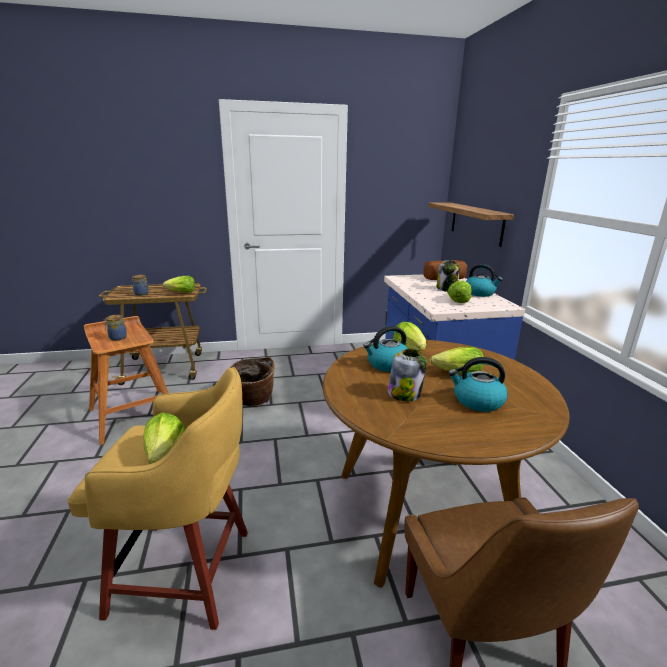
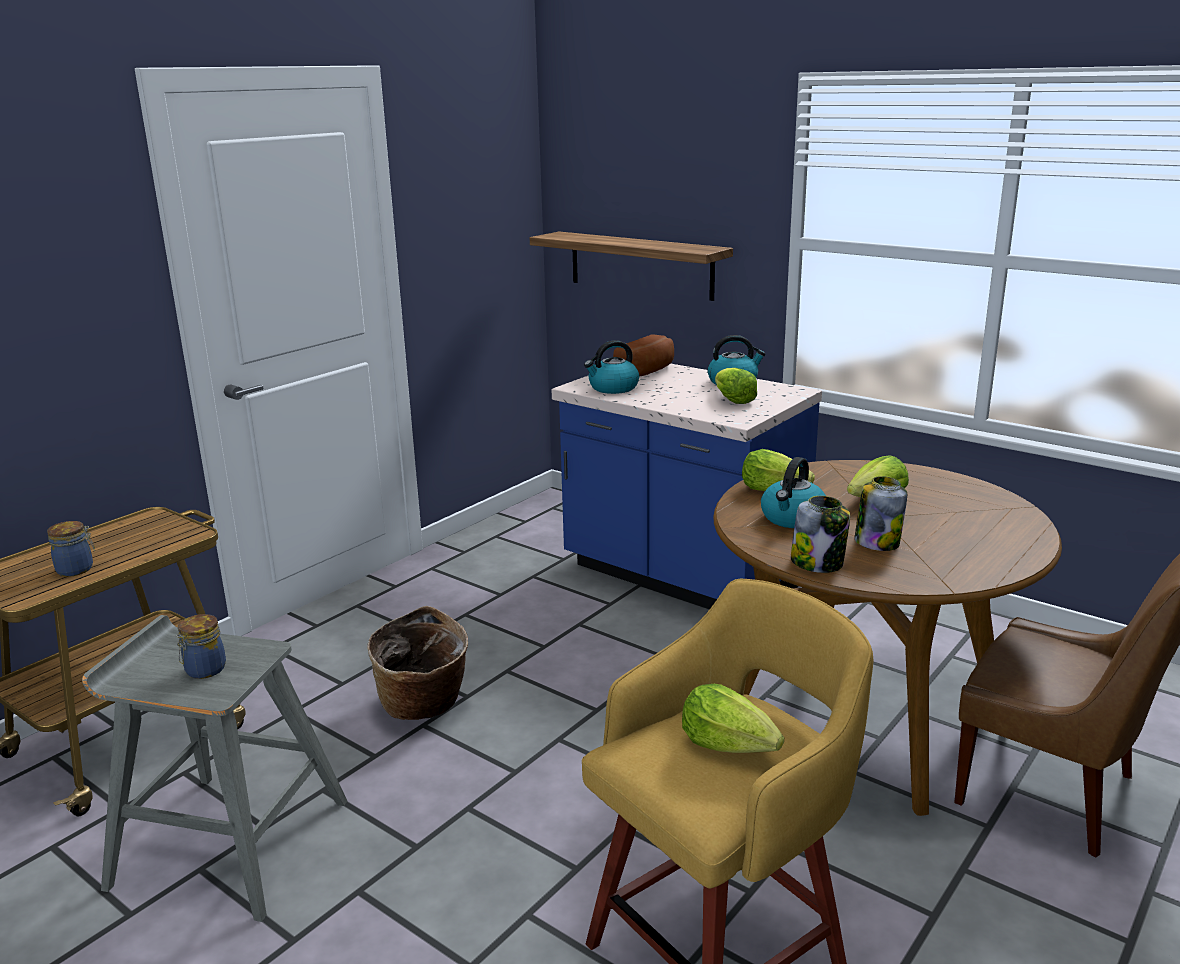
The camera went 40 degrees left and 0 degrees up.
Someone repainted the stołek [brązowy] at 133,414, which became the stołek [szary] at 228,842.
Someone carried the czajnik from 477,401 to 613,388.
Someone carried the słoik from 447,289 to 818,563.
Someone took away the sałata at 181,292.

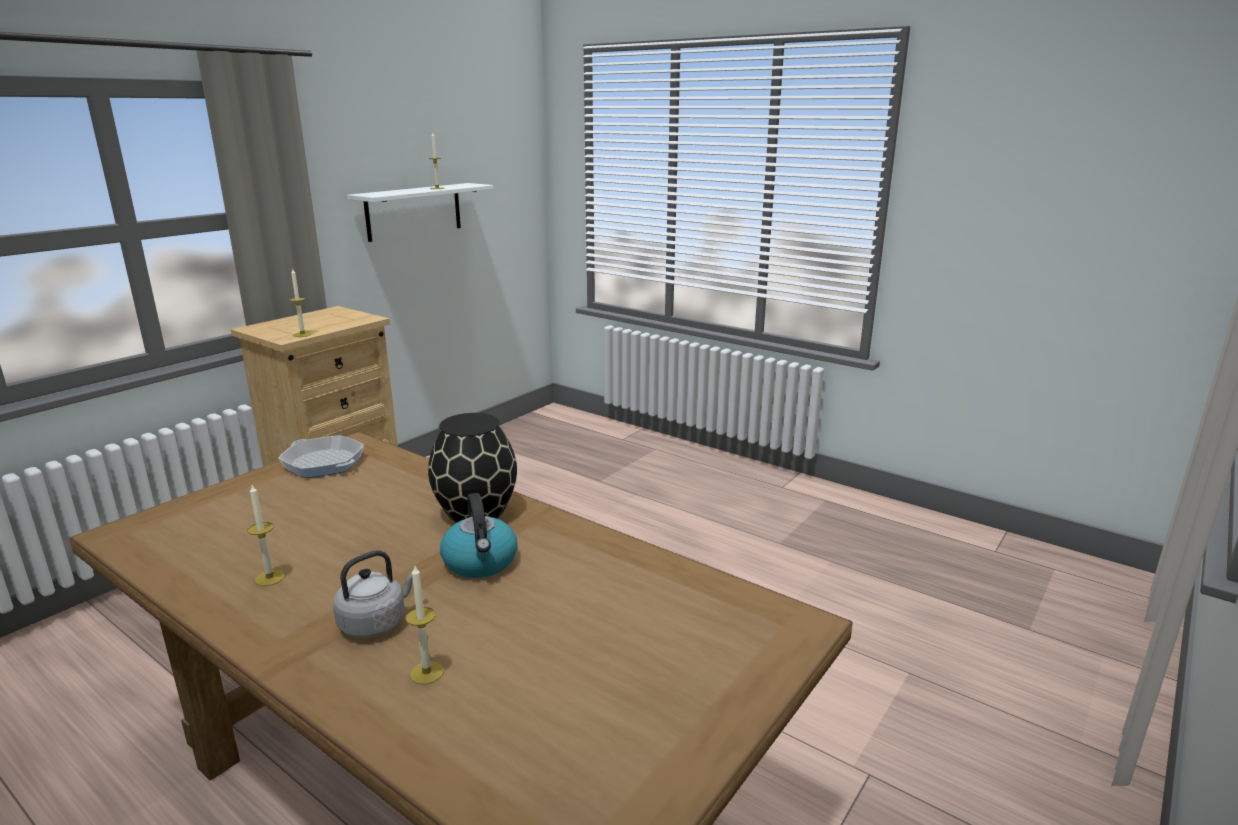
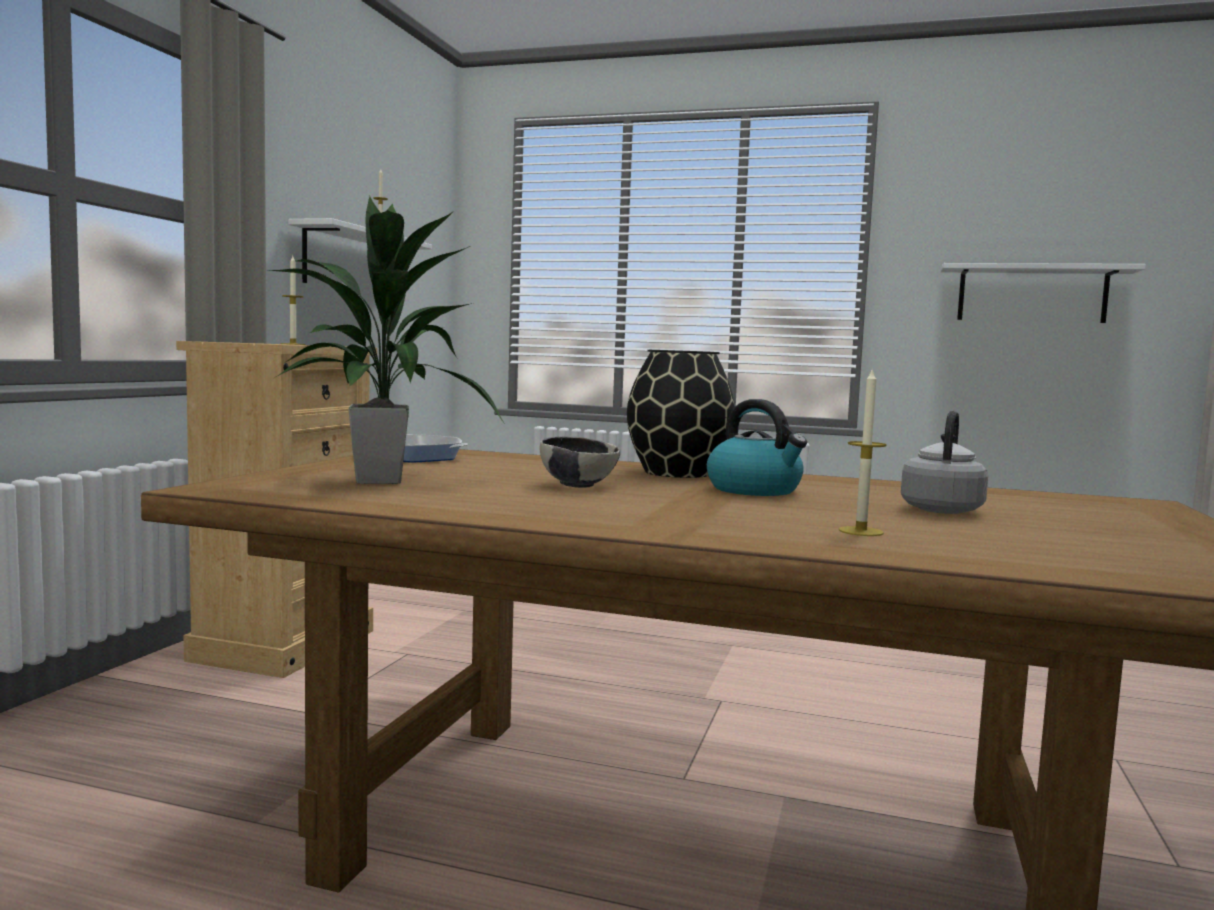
The camera went 20 degrees left and 15 degrees down.
Someone put down the roślina doniczkowa at 377,481.
Someone put down the miska at 578,485.
Someone carried the czajnik [szary] from 376,622 to 942,509.
Someone put up the półka [biały] at 1031,294.
Someone took away the świeca at 270,578.

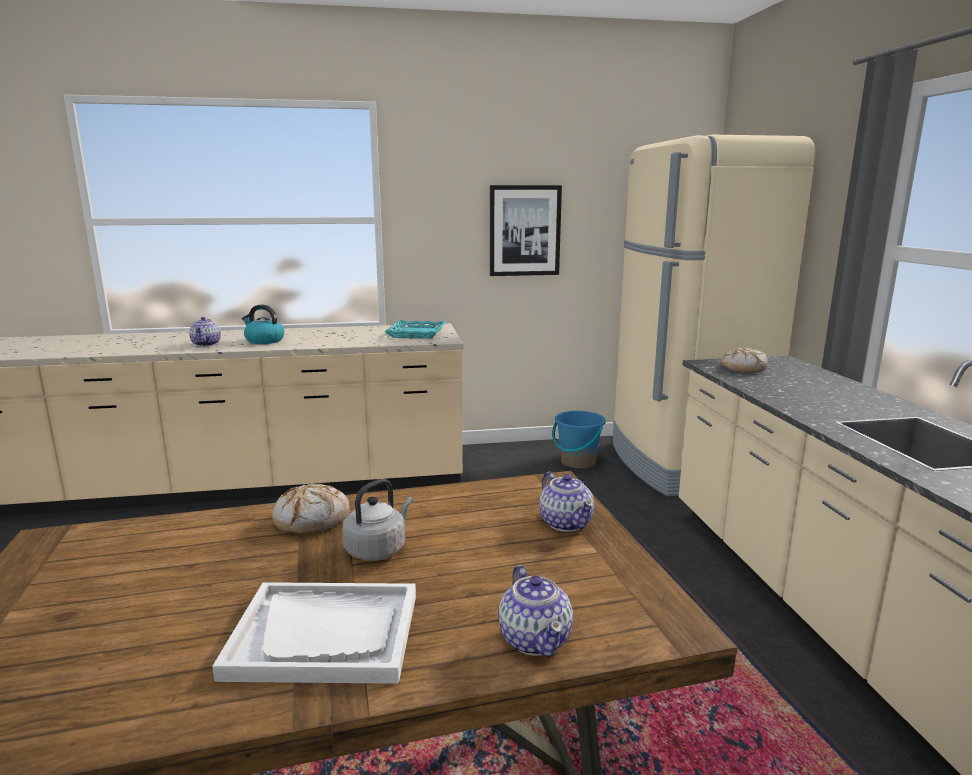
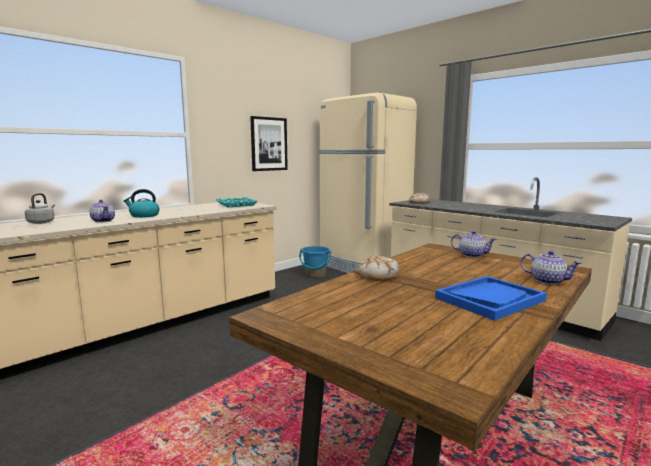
The camera went 35 degrees left and 5 degrees down.
Someone carried the czajnik [szary] from 378,549 to 42,222.
Someone repainted the taca [biały] at 325,635, which became the taca [niebieski] at 489,299.

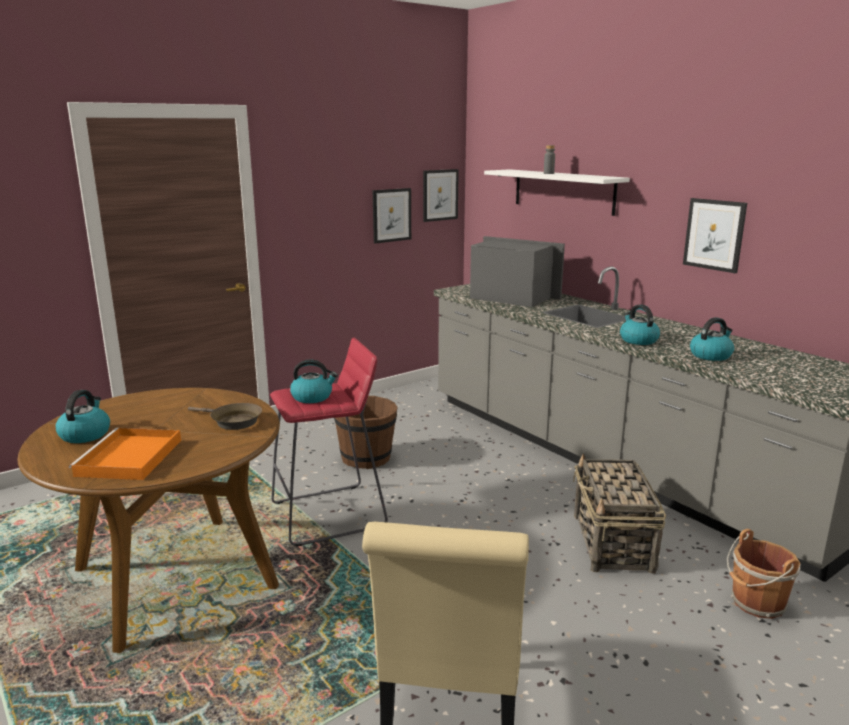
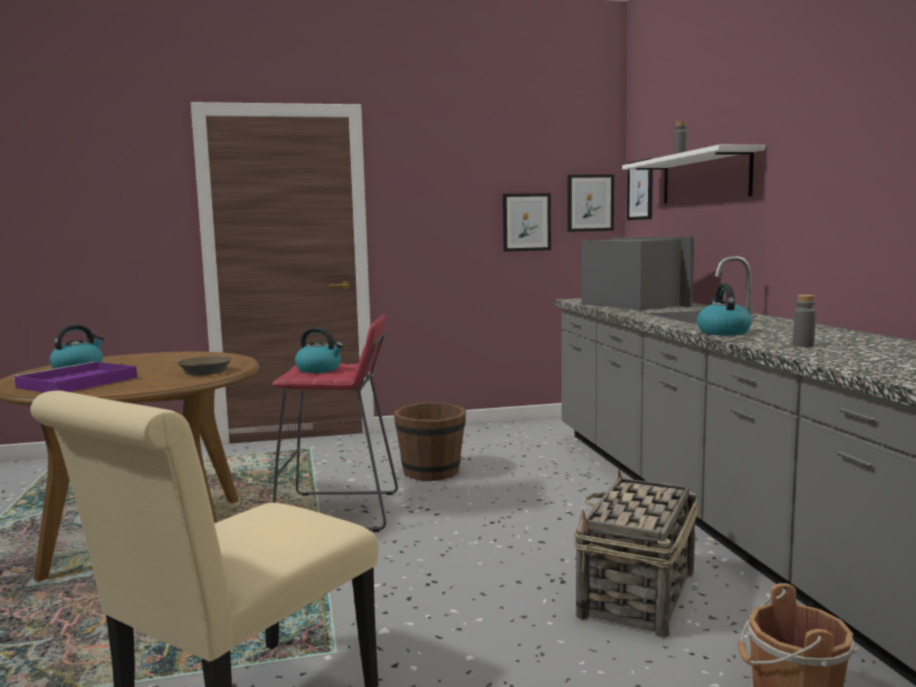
The camera went 25 degrees right and 10 degrees down.
Someone repainted the taca [pomarańczowy] at 129,458, which became the taca [fioletowy] at 76,383.
Someone carried the obraz from 714,234 to 640,190.
Someone swapped the czajnik at 711,355 for the butelka [szary] at 803,345.

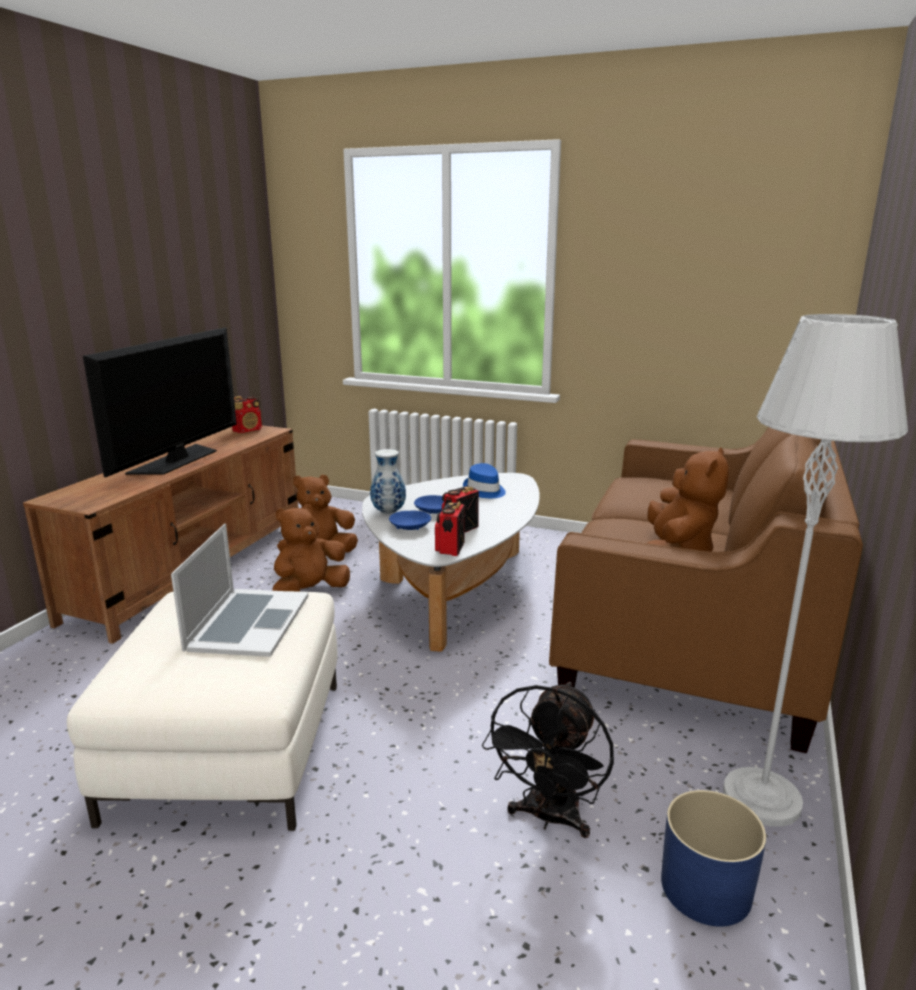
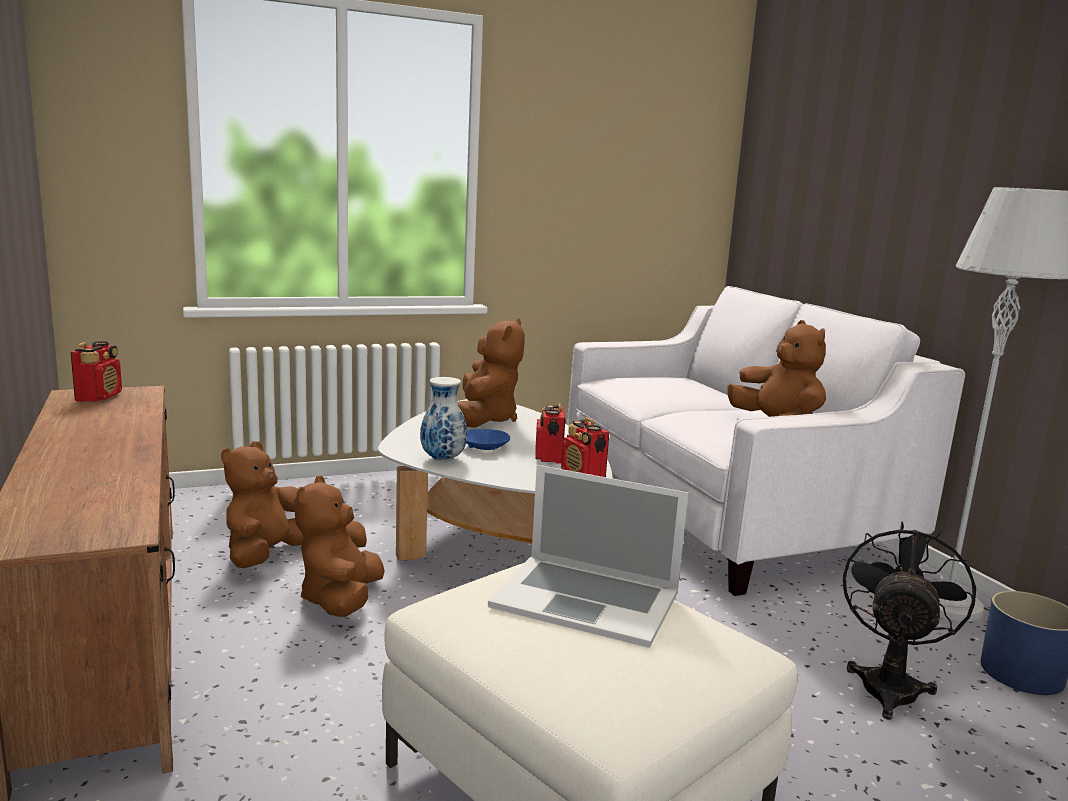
The camera went 45 degrees left and 5 degrees down.
Someone swapped the kapelusz [niebieski] at 484,490 for the pluszak [brązowy] at 485,419.
Someone rotated the laptop at 248,622 by 150 degrees clockwise.
Someone repainted the kanapa [brązowy] at 692,630, which became the kanapa [biały] at 723,512.
Someone rotated the wentylator [czarny] at 549,818 by 135 degrees counterclockwise.
Someone took away the telewizor at 177,460.
Someone took away the miska [niebieski] at 411,527.

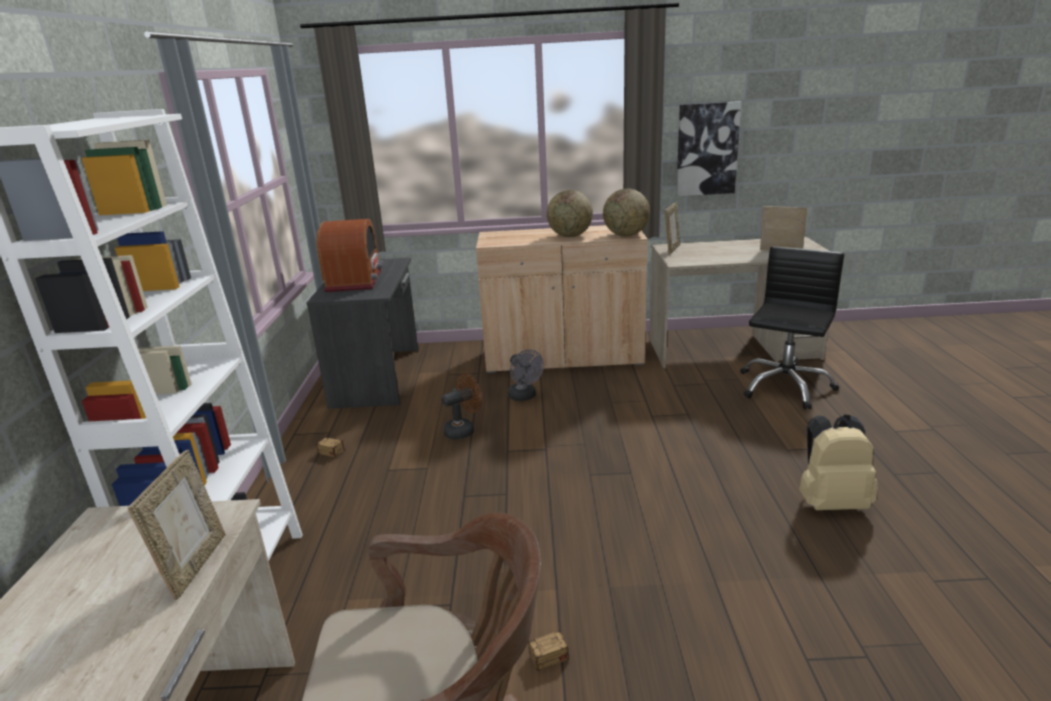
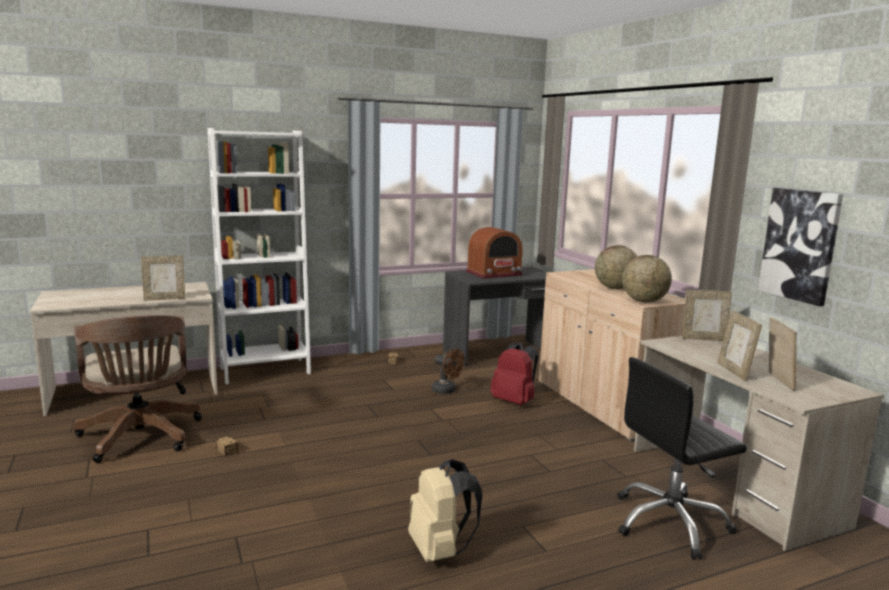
The camera went 65 degrees right and 10 degrees down.
Someone swapped the wentylator [szary] at 524,397 for the plecak [czerwony] at 514,401.
Someone rotated the krzesło biurowe [czarny] at 784,386 by 150 degrees clockwise.
Someone put down the ramka na zdjęcie at 734,372.

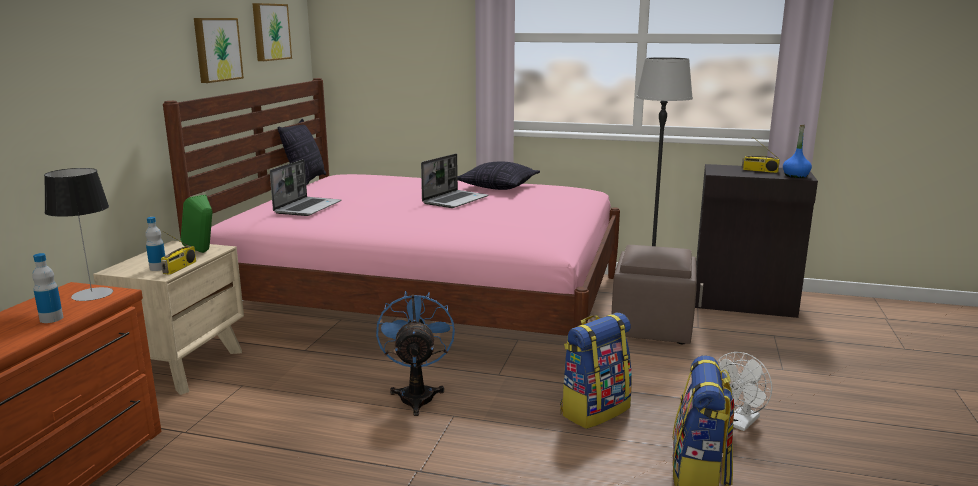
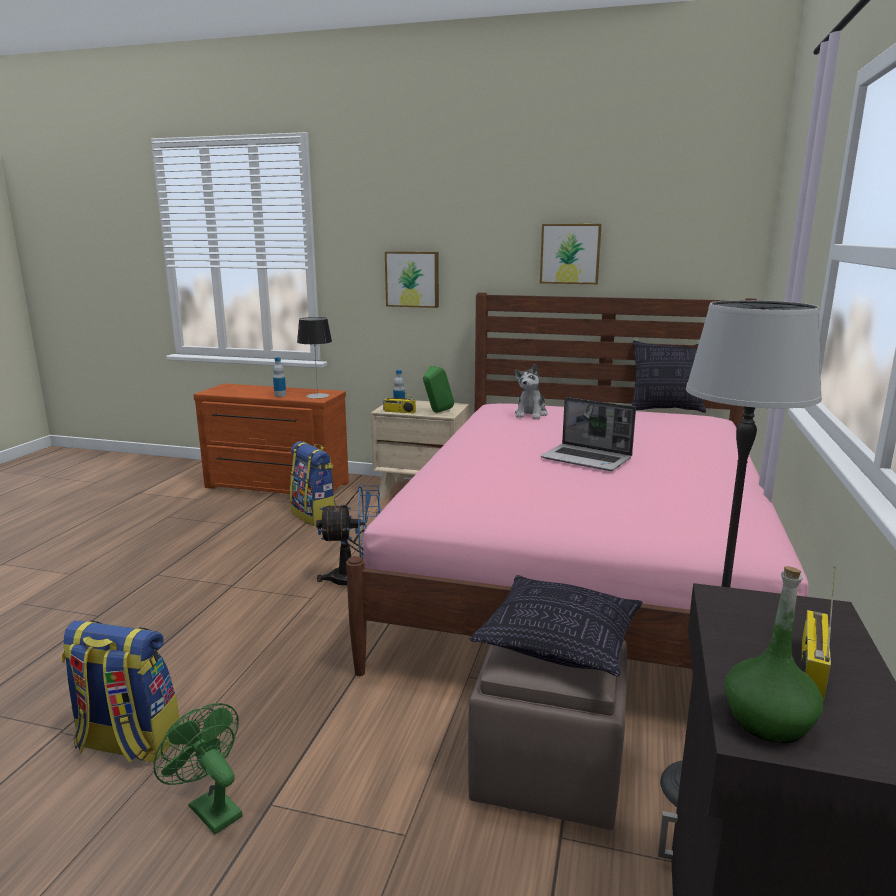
The camera went 90 degrees right and 0 degrees up.
Someone repainted the wentylator [biały] at 739,424, which became the wentylator [zielony] at 209,808.
Someone carried the plecak from 594,410 to 315,515.
Someone carried the obraz from 270,32 to 412,279.
Someone carried the poduszka from 498,187 to 559,642.
Someone swapped the laptop at 307,207 for the pluszak at 531,414.
Someone repainted the butelka [niebieski] at 795,176, which became the butelka [zielony] at 768,721.

